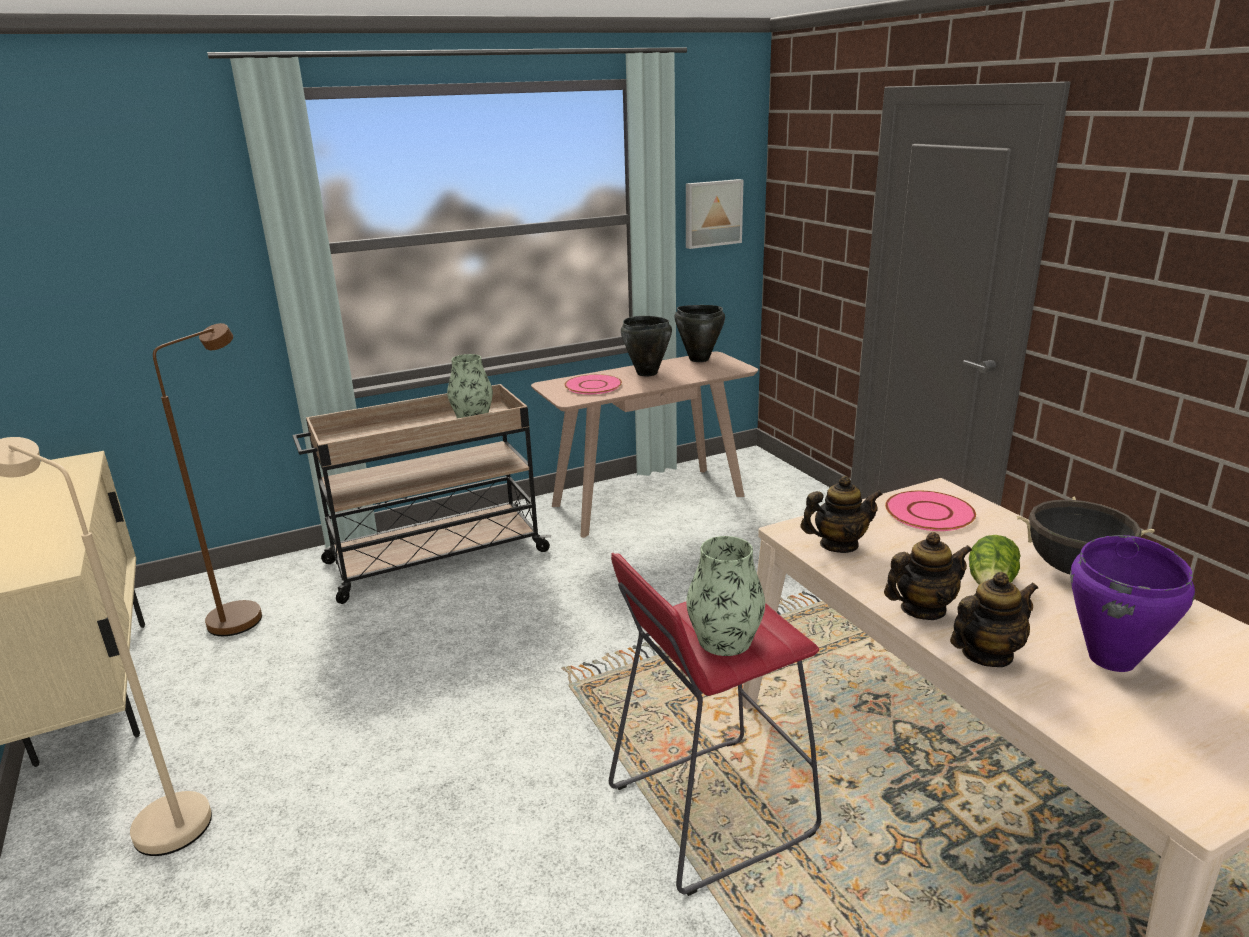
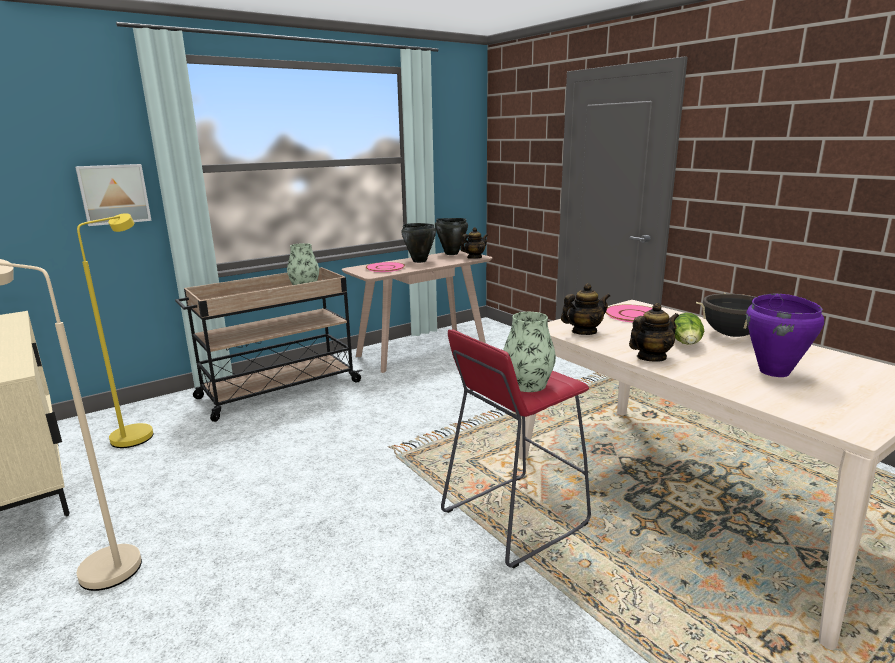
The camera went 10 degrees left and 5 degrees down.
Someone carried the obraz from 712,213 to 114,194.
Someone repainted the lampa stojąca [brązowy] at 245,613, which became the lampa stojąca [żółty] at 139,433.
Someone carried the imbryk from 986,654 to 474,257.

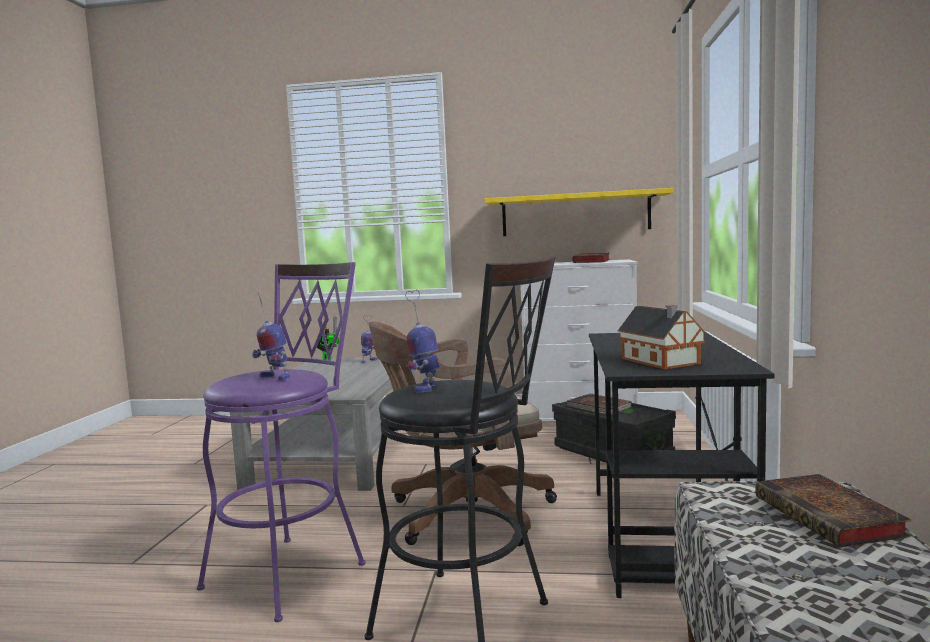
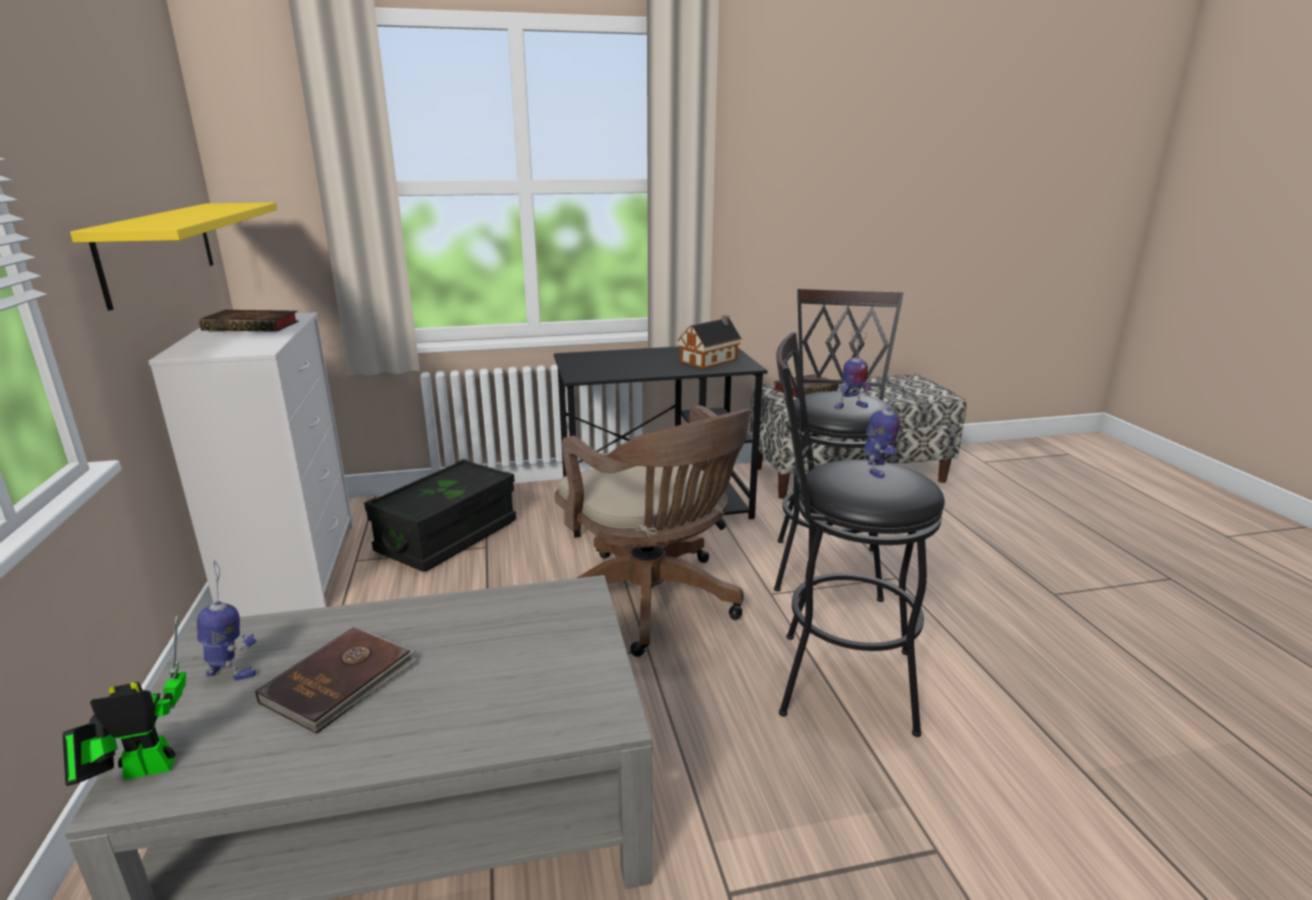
The camera went 110 degrees left and 15 degrees up.
Someone carried the książka [brązowy] from 598,407 to 341,682.
Someone repainted the stołek [fioletowy] at 294,569, which became the stołek [czarny] at 832,678.

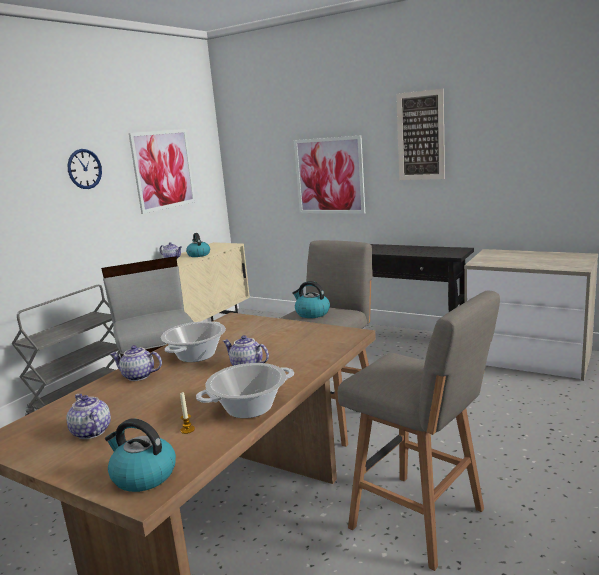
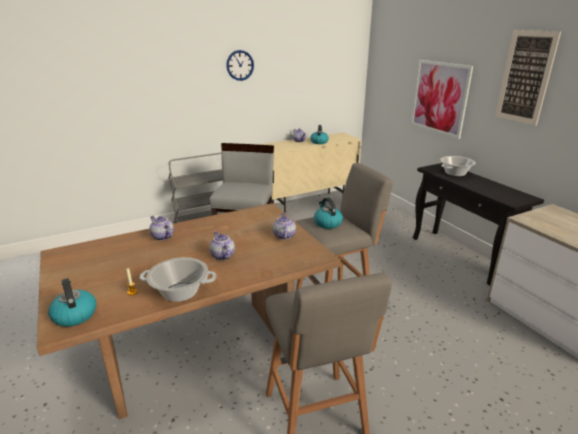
The camera went 30 degrees right and 10 degrees up.
Someone carried the imbryk from 91,432 to 284,236.
Someone carried the garnek from 196,355 to 455,173.
Someone took away the obraz at 163,170.

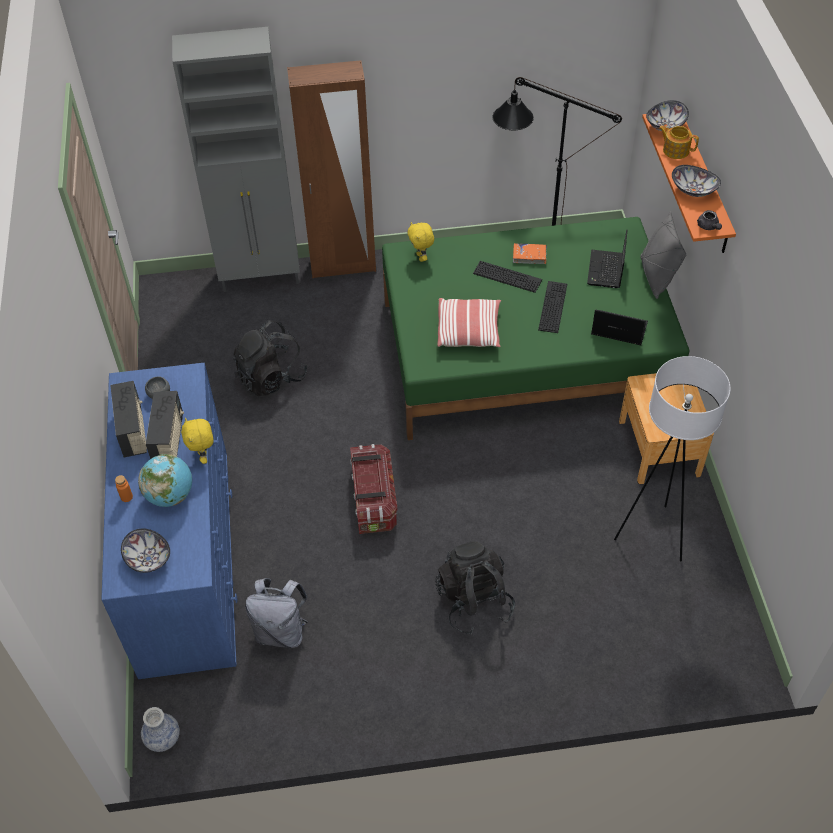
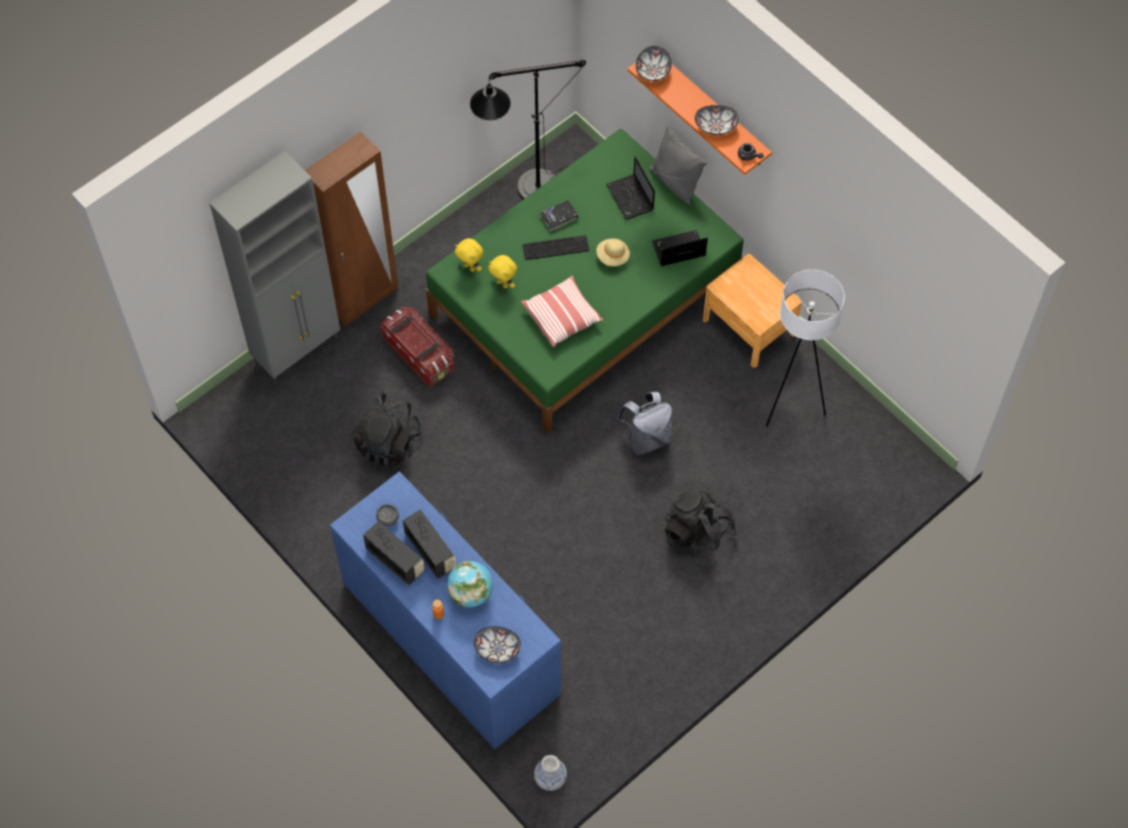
The camera went 35 degrees left and 10 degrees up.
Someone carried the pojemnik do przechowywania from 373,499 to 419,354.
Someone carried the pluszak [żółty] from 203,456 to 503,284.
Someone repainted the książka [pomarańczowy] at 529,256, which became the książka [czarny] at 559,217.
Someone swapped the klawiatura at 553,307 for the kapelusz [beżowy] at 612,257.
Someone carried the plecak [szary] from 281,631 to 646,438.
Someone took away the imbryk at 675,150.

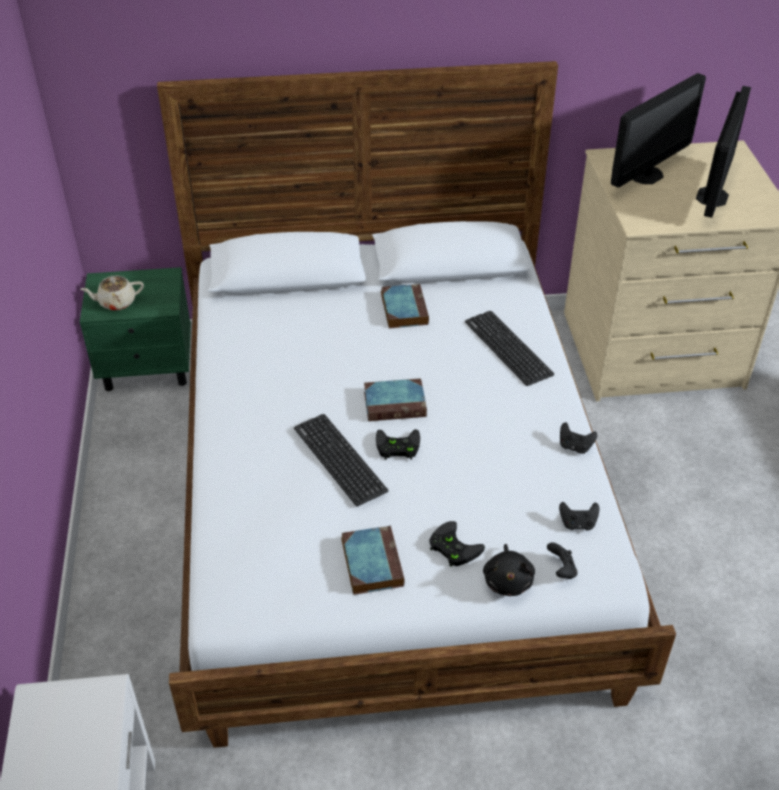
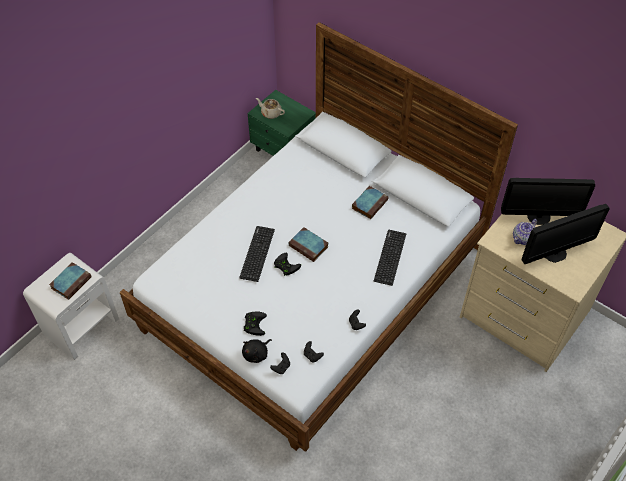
The camera went 45 degrees right and 10 degrees up.
Someone carried the książka from 371,562 to 71,282.
Someone put down the imbryk at 523,238.

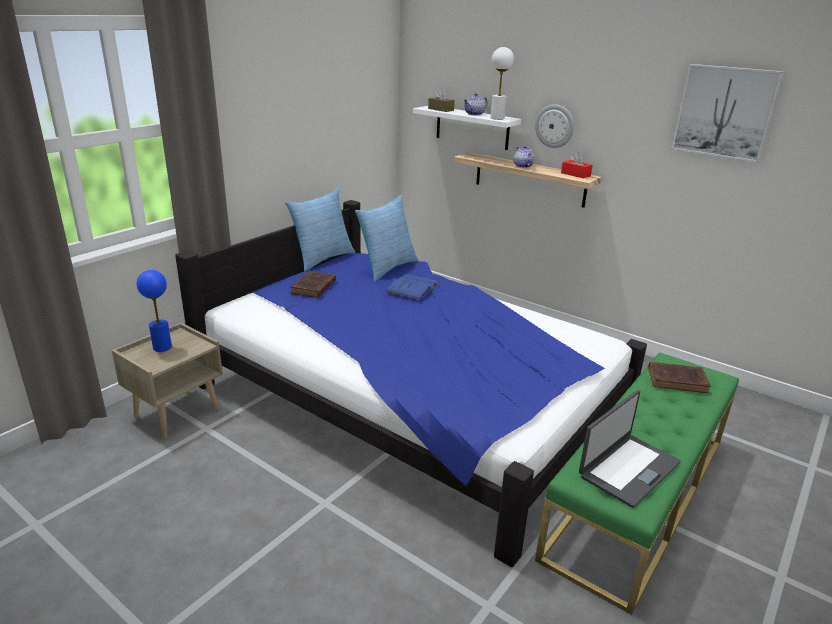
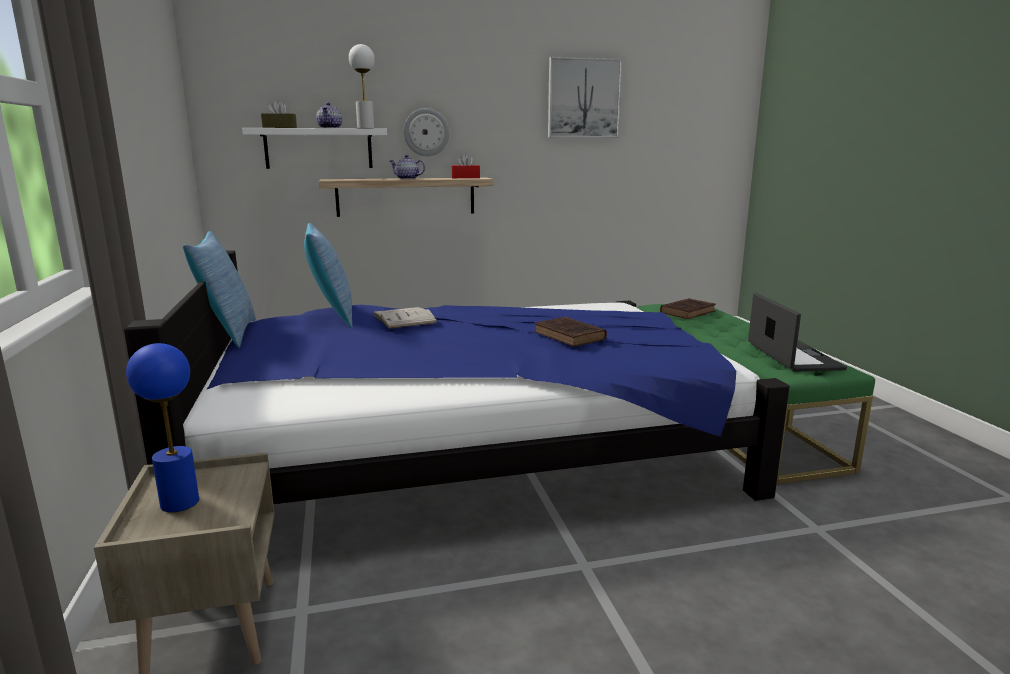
The camera went 50 degrees left and 10 degrees down.
Someone repainted the książka [niebieski] at 413,287, which became the książka [biały] at 404,318.
Someone carried the książka [brązowy] from 313,287 to 571,336.

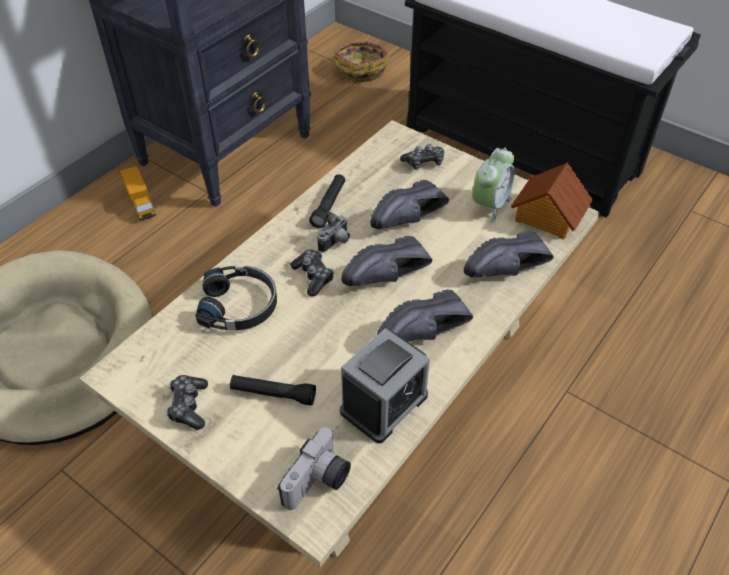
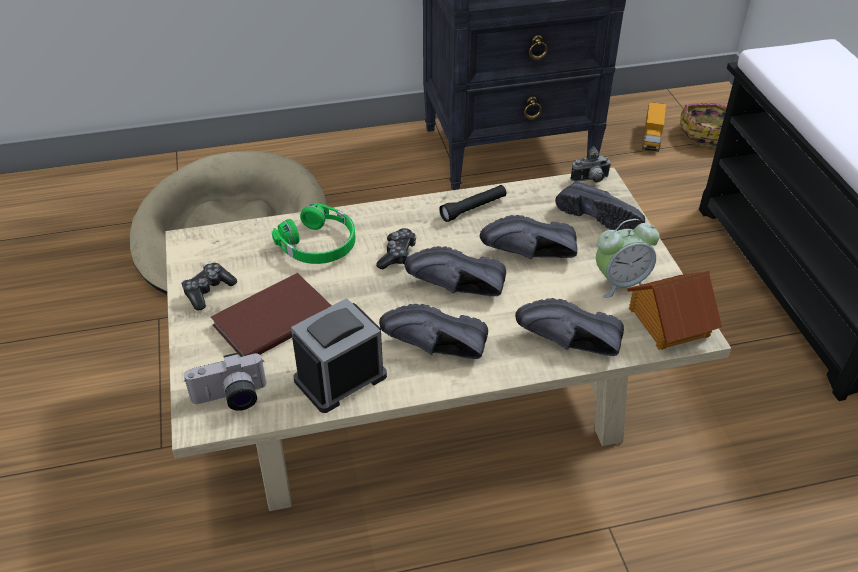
The camera went 40 degrees right and 5 degrees down.
Someone swapped the latarka [czarny] at 273,394 for the książka [brązowy] at 271,319.
Someone repainted the słuchawki [czarny] at 239,305, which became the słuchawki [zielony] at 319,244.
Someone rotated the budzik at 384,404 by 150 degrees clockwise.
Someone swapped the pad do gier at 424,162 for the but [czarny] at 600,216.
Someone carried the aparat fotograficzny from 336,243 to 590,180.
Someone carried the ciężarówka zabawkowa from 141,204 to 651,138.

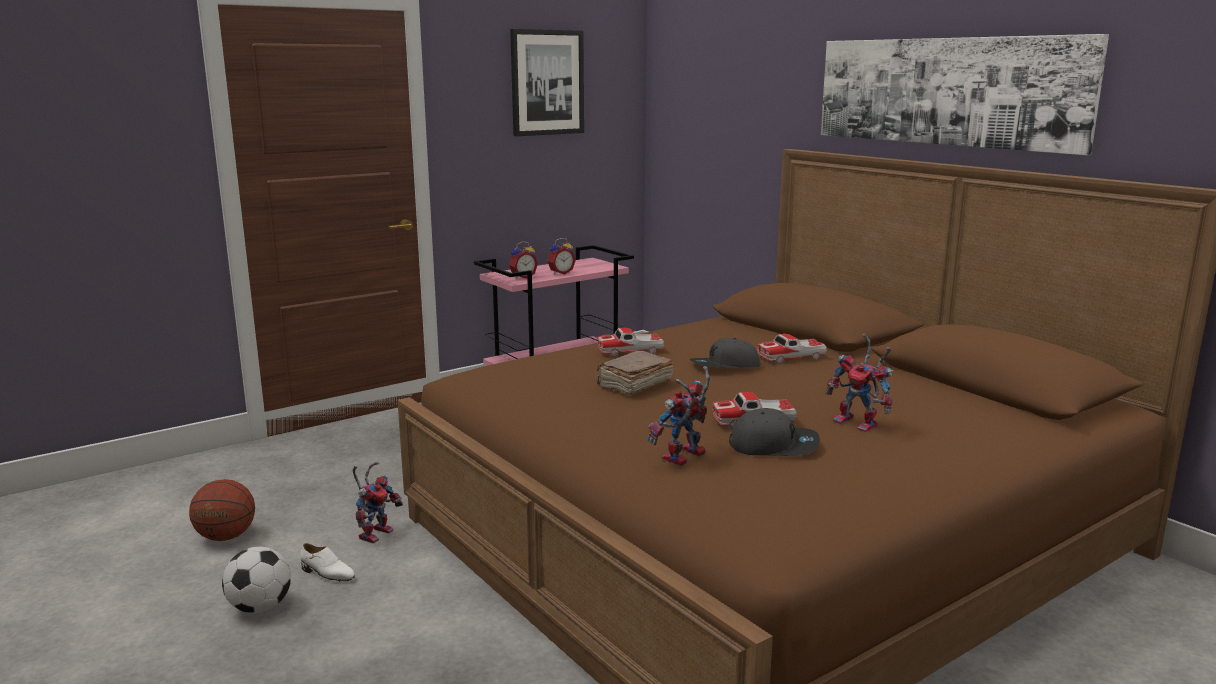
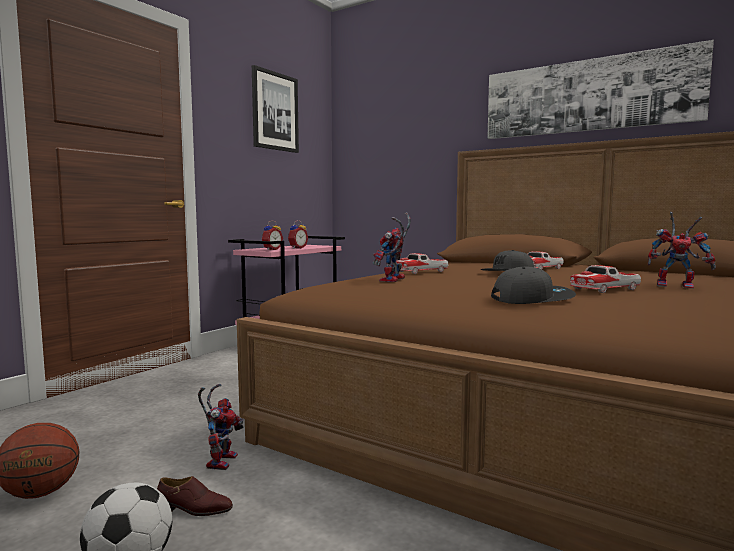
The camera went 20 degrees left and 10 degrees down.
Someone repainted the but [biały] at 327,574, which became the but [brązowy] at 194,509.
Someone carried the robot zabawkowy from 683,459 to 393,280.
Someone carried the czapka z daszkiem [szary] from 774,445 to 532,299.
Someone took away the książka [brązowy] at 634,385.

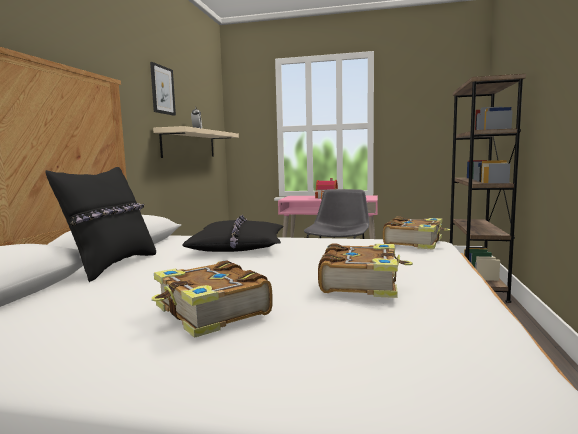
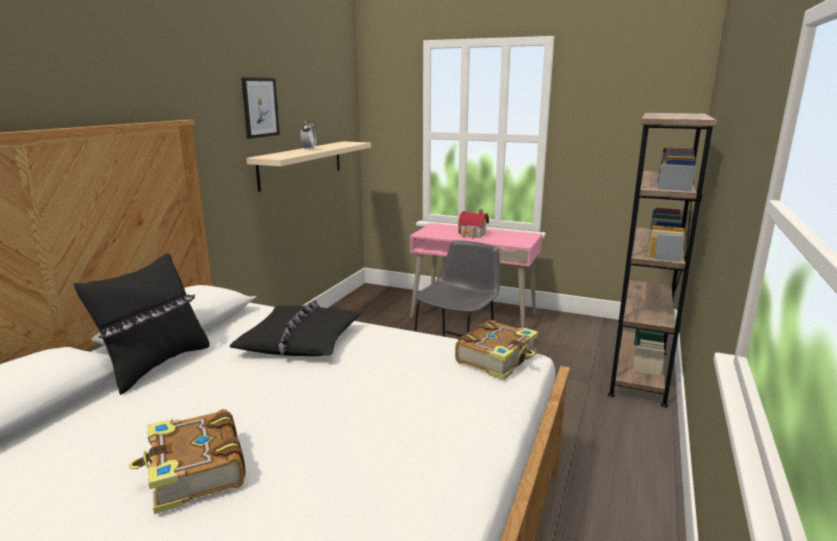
The camera went 10 degrees right and 10 degrees up.
Someone took away the książka at 361,283.

